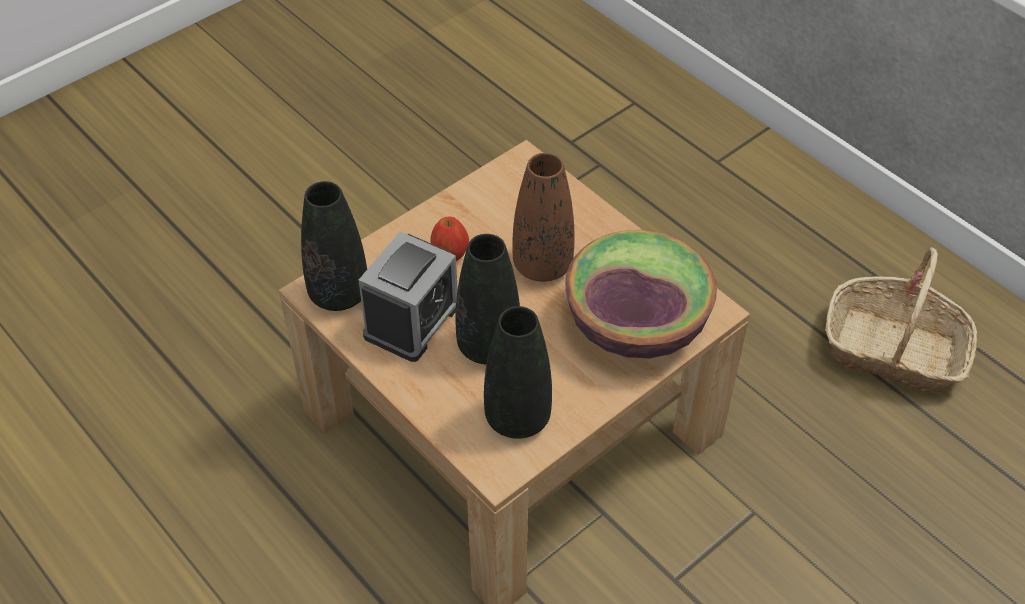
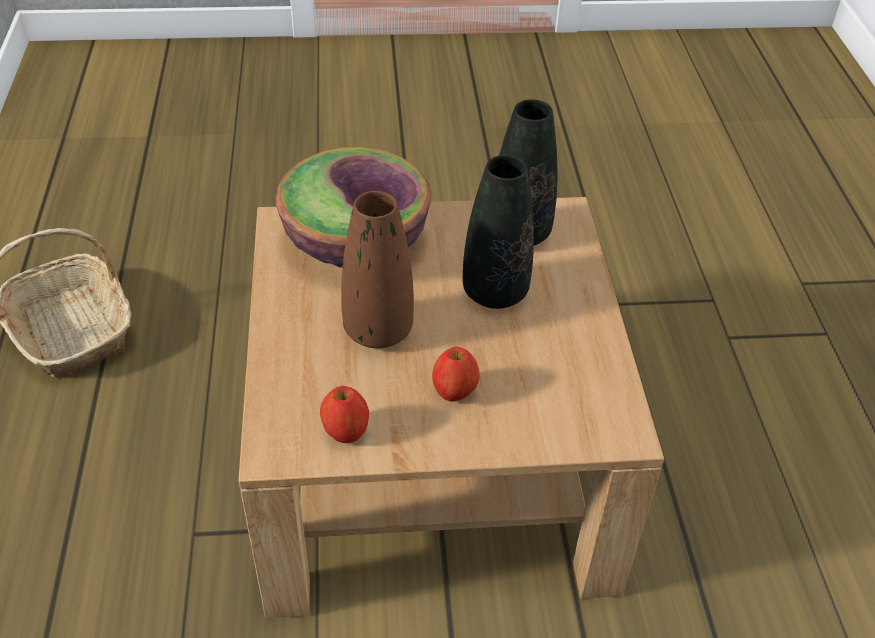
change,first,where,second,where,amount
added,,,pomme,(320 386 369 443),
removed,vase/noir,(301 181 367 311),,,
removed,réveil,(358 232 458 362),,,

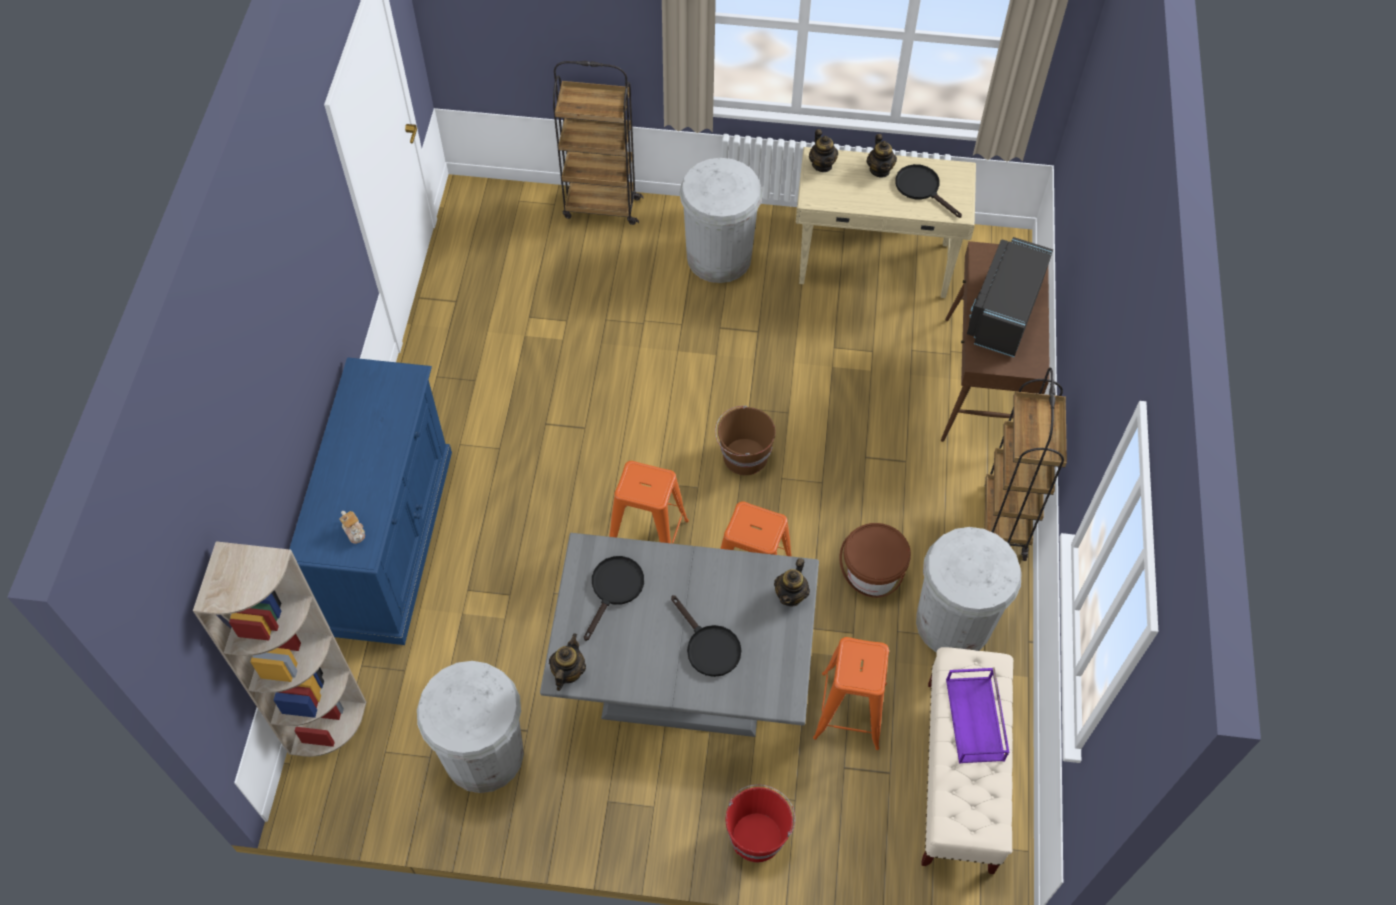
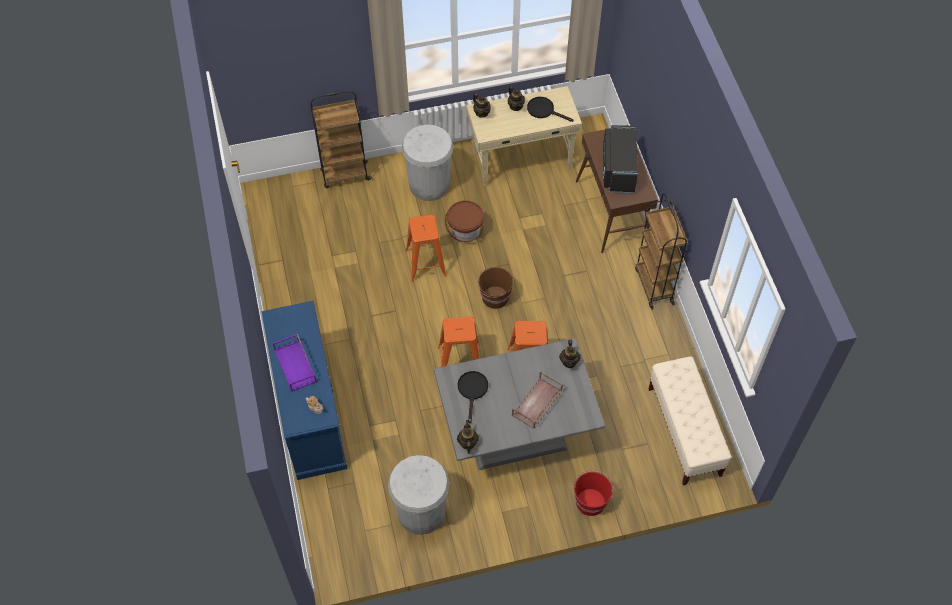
change,first,where,second,where,amount
moved,plateau/violet,(946 667 1010 764),,(273 334 317 392),
moved,tabouret/orange,(813 637 889 750),,(405 215 447 282),
moved,seau/marron,(839 523 911 598),,(445 200 484 243),
replaced,poêle/noir,(671 595 741 677),plateau/marron,(512 371 563 429),
removed,bibliothèque/beige,(193 541 366 757),,,
removed,poubelle/blanc,(916 527 1022 652),,,

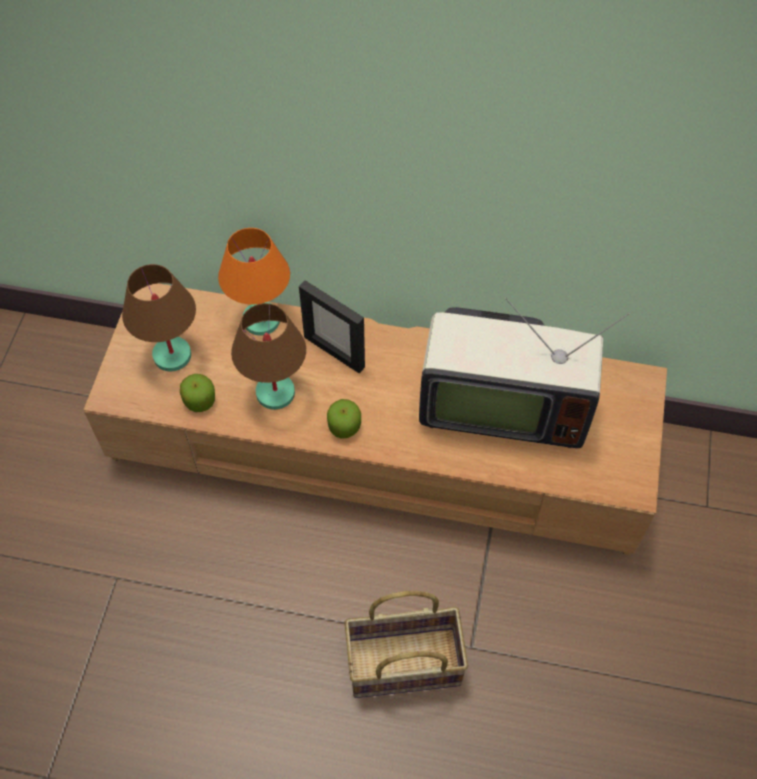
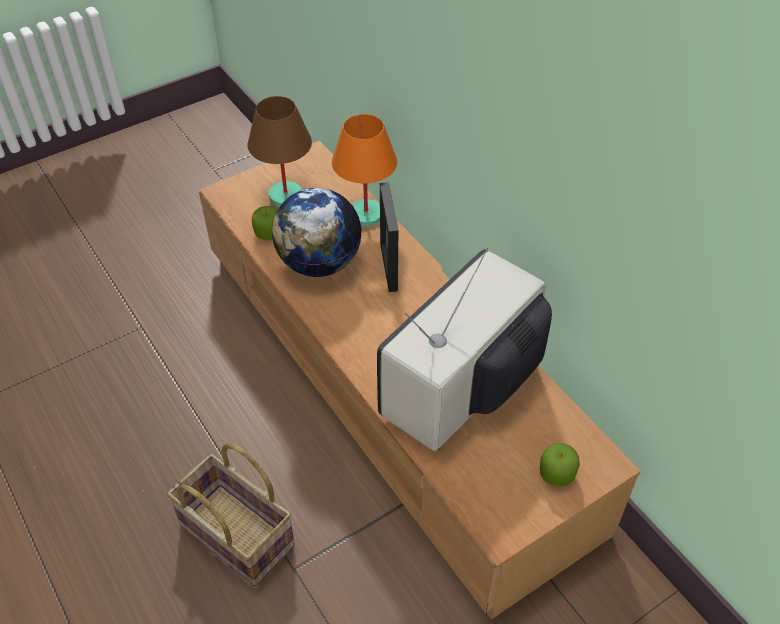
change,first,where,second,where,amount
replaced,lampe de table/marron,(231 303 306 410),globe,(272 188 362 277),
turned,téléviseur,(419 298 630 448),,(377 248 552 451),75 degrees clockwise
moved,pomme,(327 399 361 439),,(540 443 580 486),

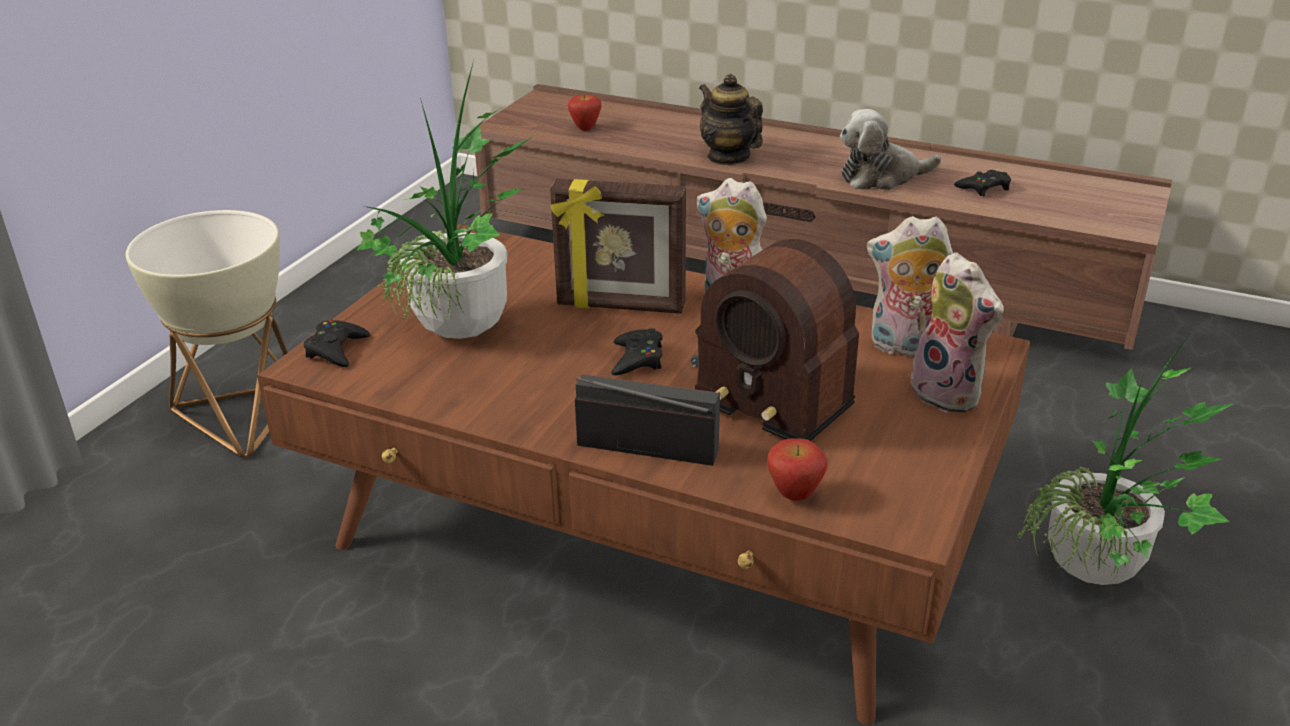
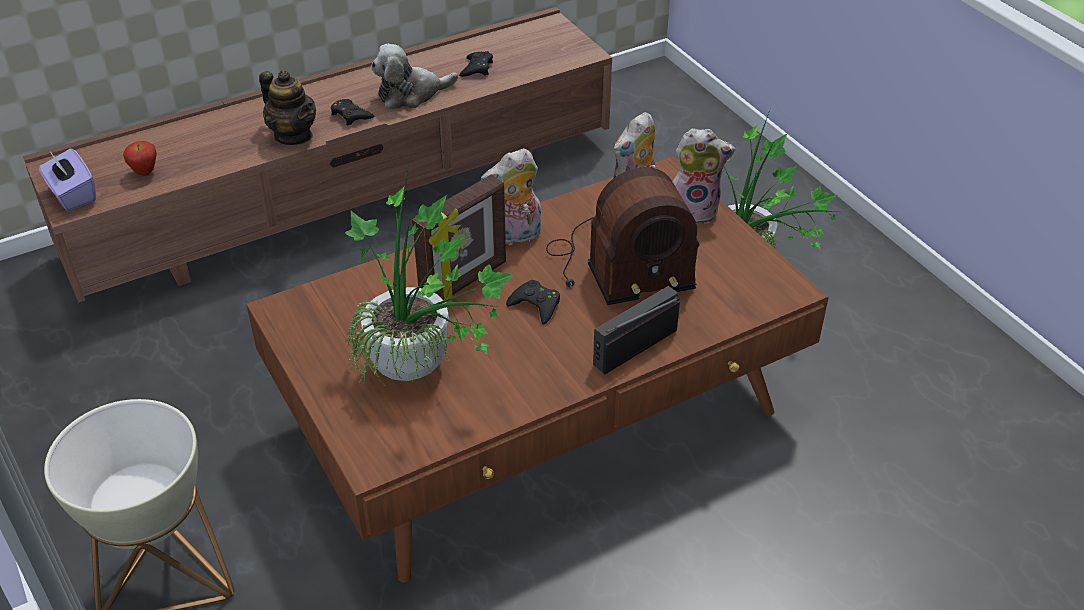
change,first,where,second,where,amount
added,,,boîte à mouchoirs/violet,(39 148 96 211),
turned,théière,(699 73 763 165),,(259 70 316 145),135 degrees counterclockwise
moved,manette/noir,(304 320 370 367),,(331 99 374 125),
turned,peluche,(840 109 941 190),,(371 44 459 109),45 degrees clockwise
removed,pomme,(767 438 827 501),,,

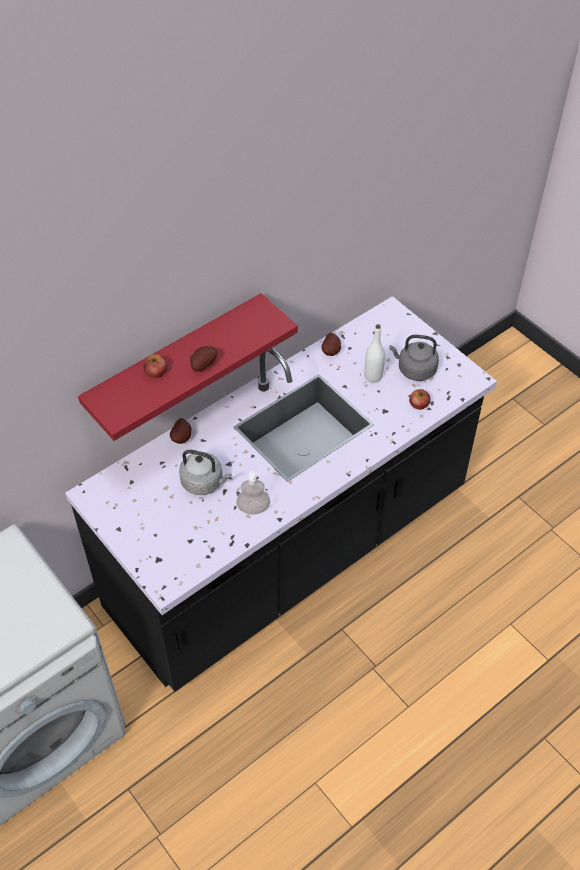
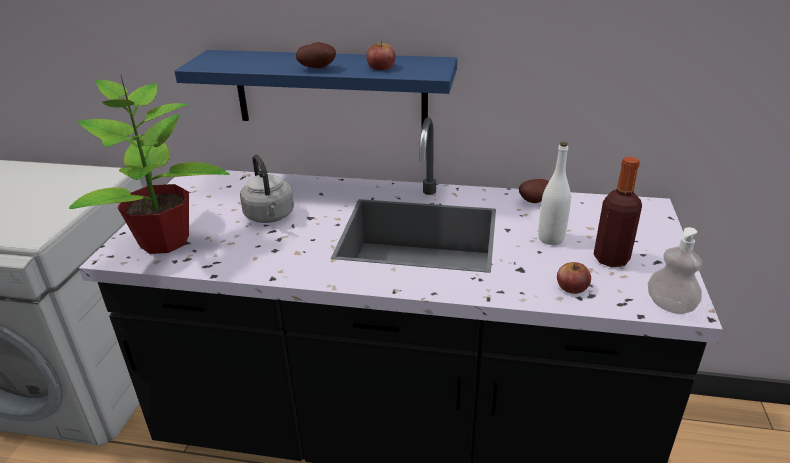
change,first,where,second,where,amount
added,,,plante en pot,(69 76 230 254),
recoloured,étagère/rouge,(78 293 298 441),étagère/bleu,(174 50 457 129),
moved,pomme,(143 354 167 378),,(366 40 395 70),
replaced,bouilloire/gris,(390 335 439 381),bouteille,(594 157 642 267),
moved,distributeur de savon,(236 471 270 515),,(648 227 702 314),
removed,pomme de terre,(170 418 191 444),,,

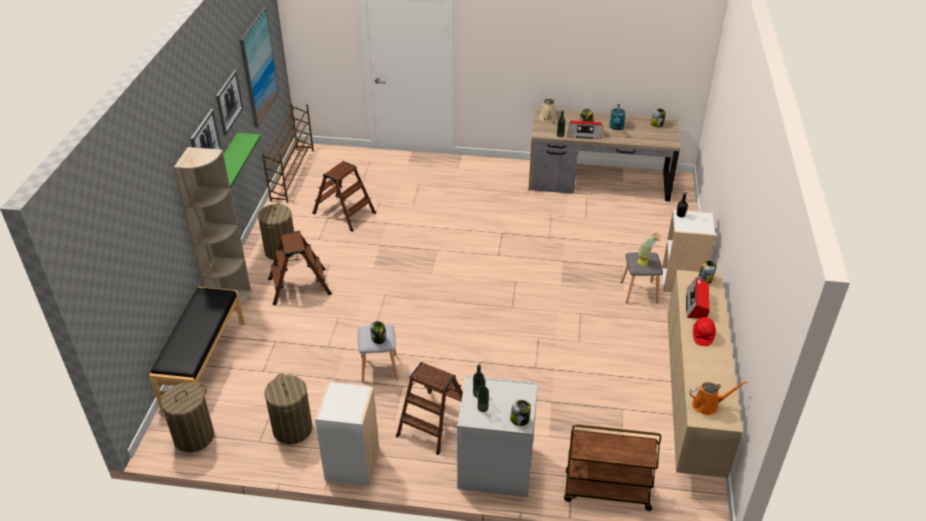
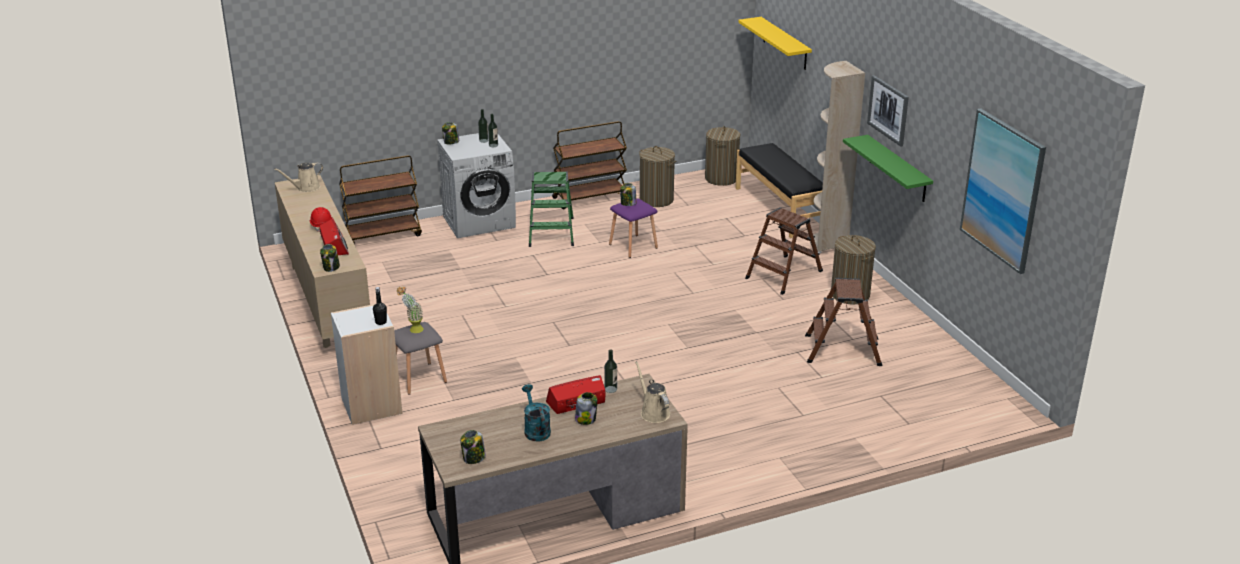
change,first,where,second,where,amount
recoloured,arrosoir/orange,(689 381 748 415),arrosoir/beige,(274 162 323 192),
recoloured,escabeau/marron,(396 362 463 455),escabeau/vert,(529 171 574 247),
replaced,bibliothèque,(315 382 379 486),chariot/marron,(552 121 627 209),
recoloured,tabouret/gris,(358 324 398 382),tabouret/violet,(609 198 658 258),
added,,,étagère/jaune,(738 17 812 70),
removed,tableau,(216 70 244 136),,,
removed,étagère à chaussures/marron,(262 103 314 203),,,

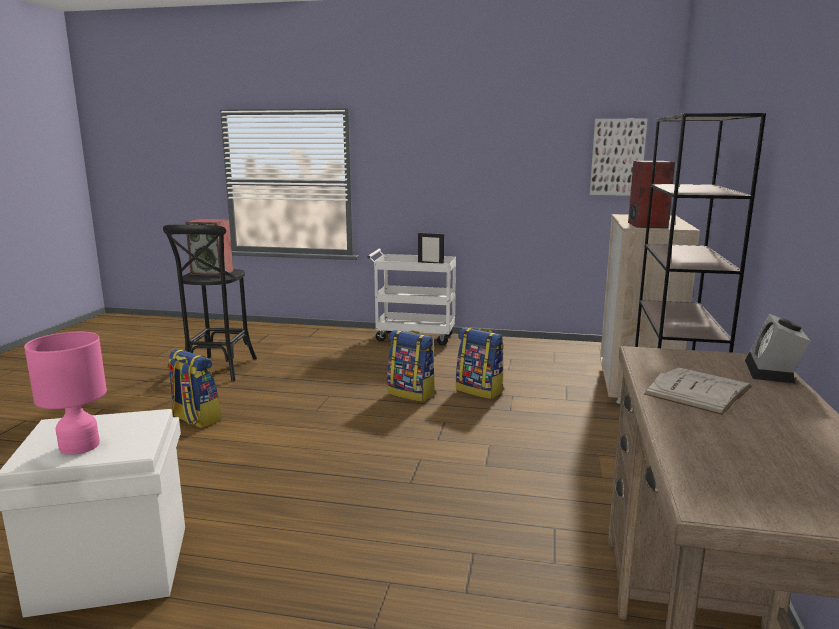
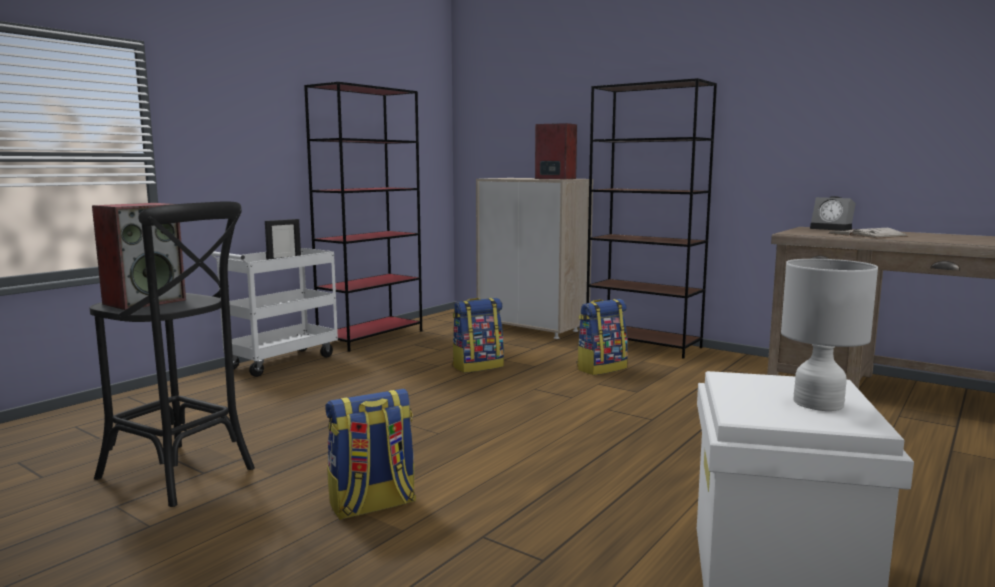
change,first,where,second,where,amount
added,,,bibliothèque/rouge,(304 82 422 352),
moved,sac à dos,(387 330 435 402),,(577 299 628 375),
recoloured,lampe de table/rose,(24 332 107 455),lampe de table/gris,(781 259 878 411),
removed,tableau,(590 119 647 196),,,

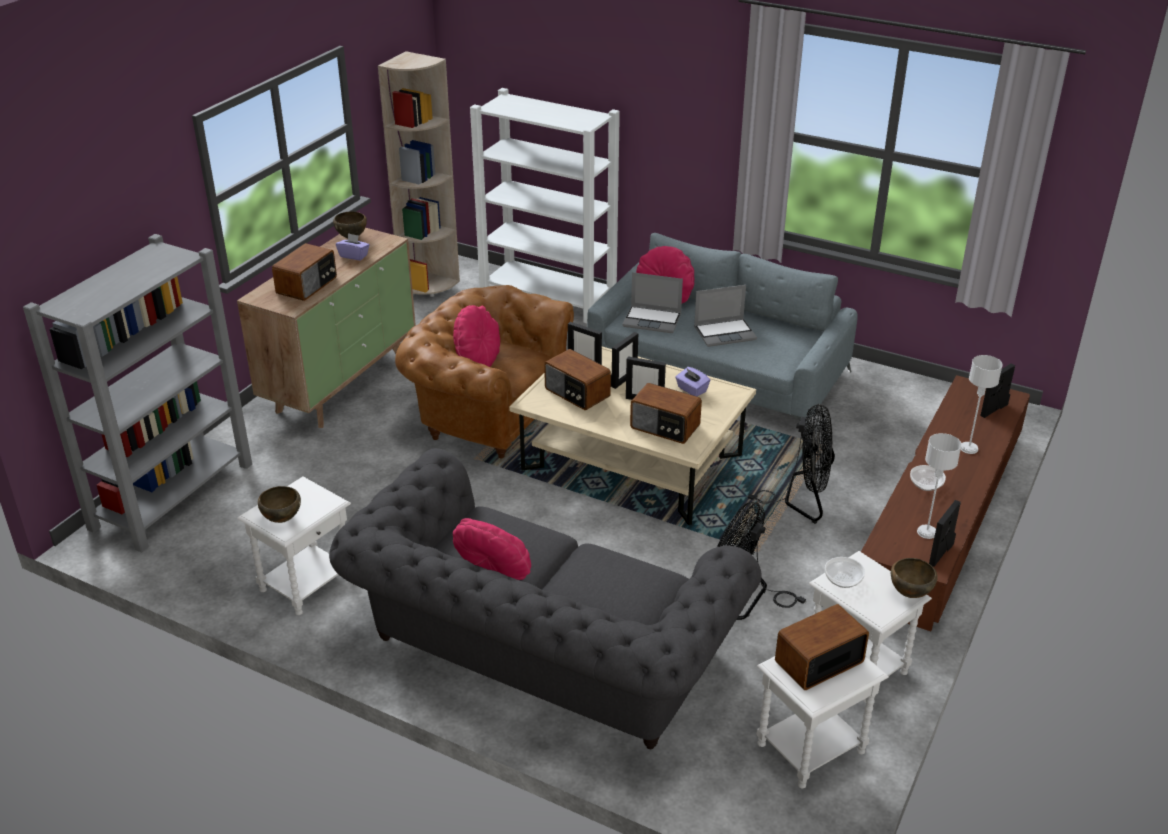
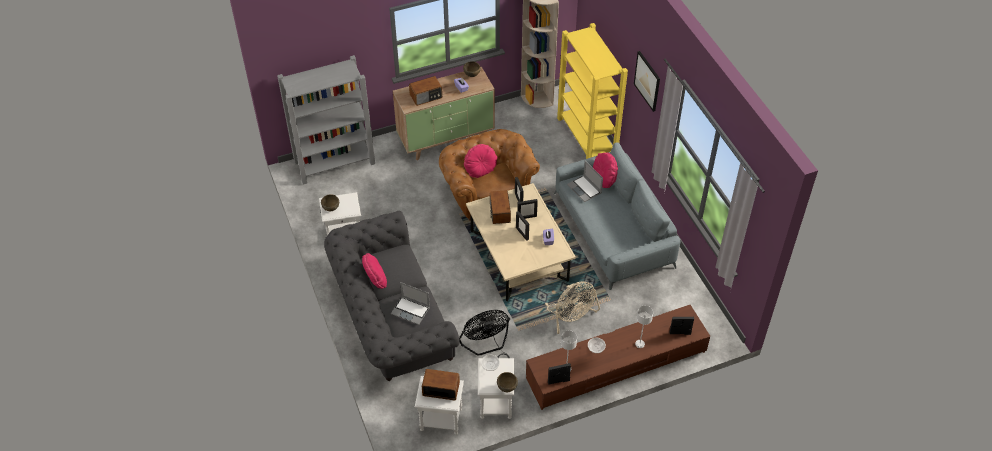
change,first,where,second,where,amount
moved,ordinateur portable,(694 285 757 347),,(391 282 430 325),
recoloured,ventilateur/noir,(747 404 835 524),ventilateur/beige,(545 282 600 334),
recoloured,bibliothèque/blanc,(470 88 620 323),bibliothèque/jaune,(557 23 628 159),
added,,,tableau,(634 51 660 112),
removed,radio,(630 383 702 444),,,

